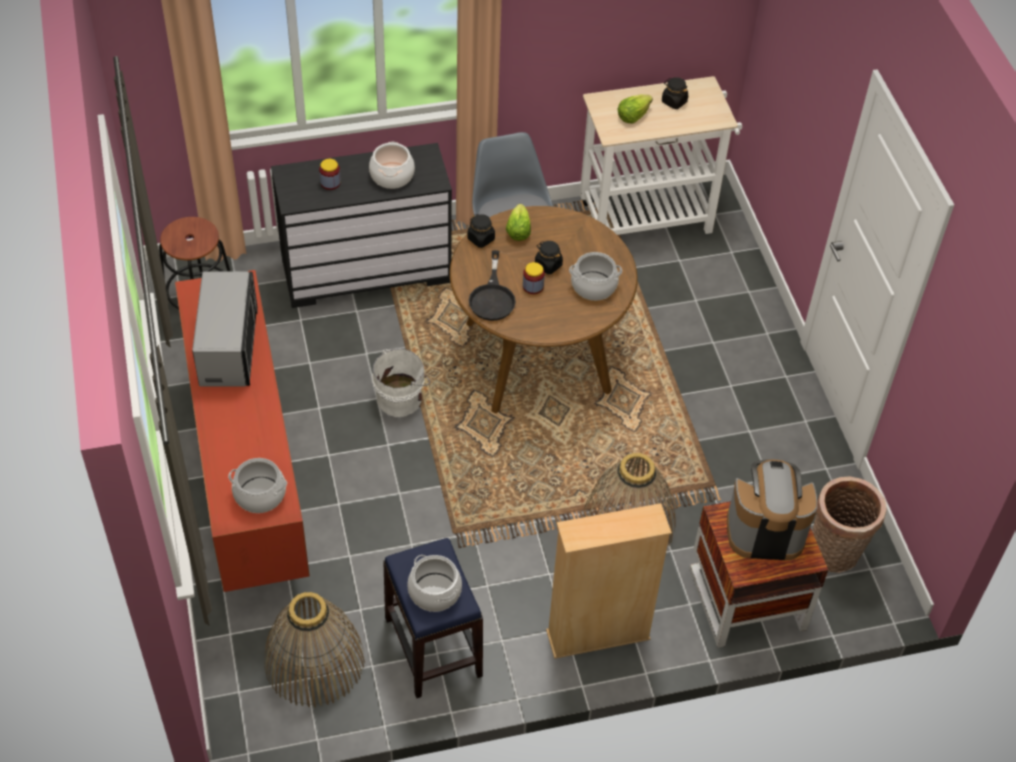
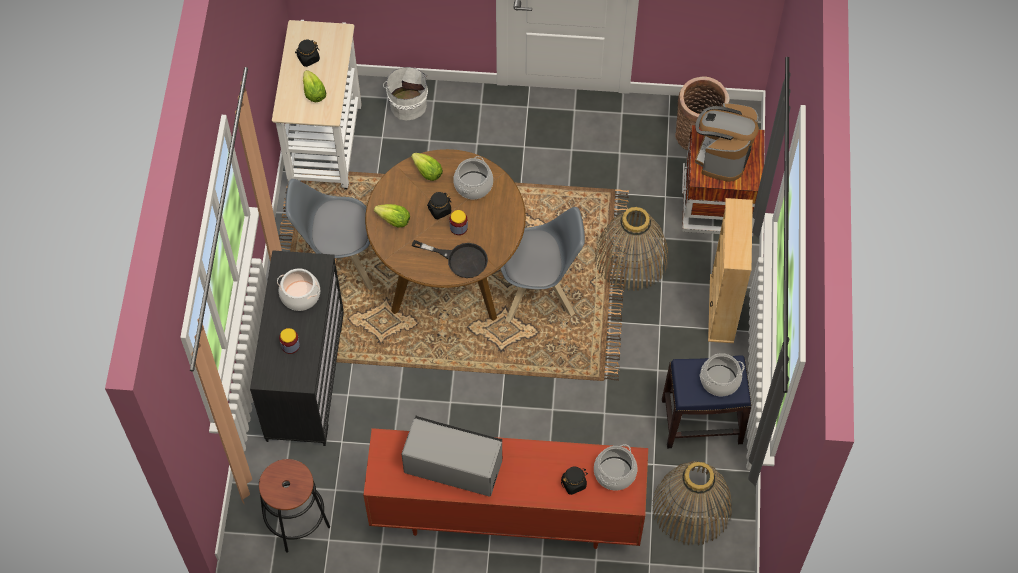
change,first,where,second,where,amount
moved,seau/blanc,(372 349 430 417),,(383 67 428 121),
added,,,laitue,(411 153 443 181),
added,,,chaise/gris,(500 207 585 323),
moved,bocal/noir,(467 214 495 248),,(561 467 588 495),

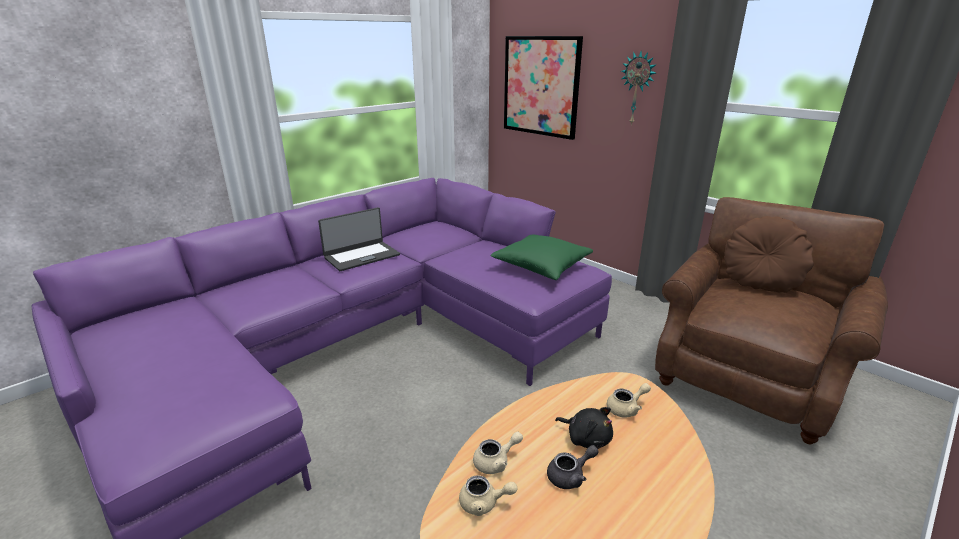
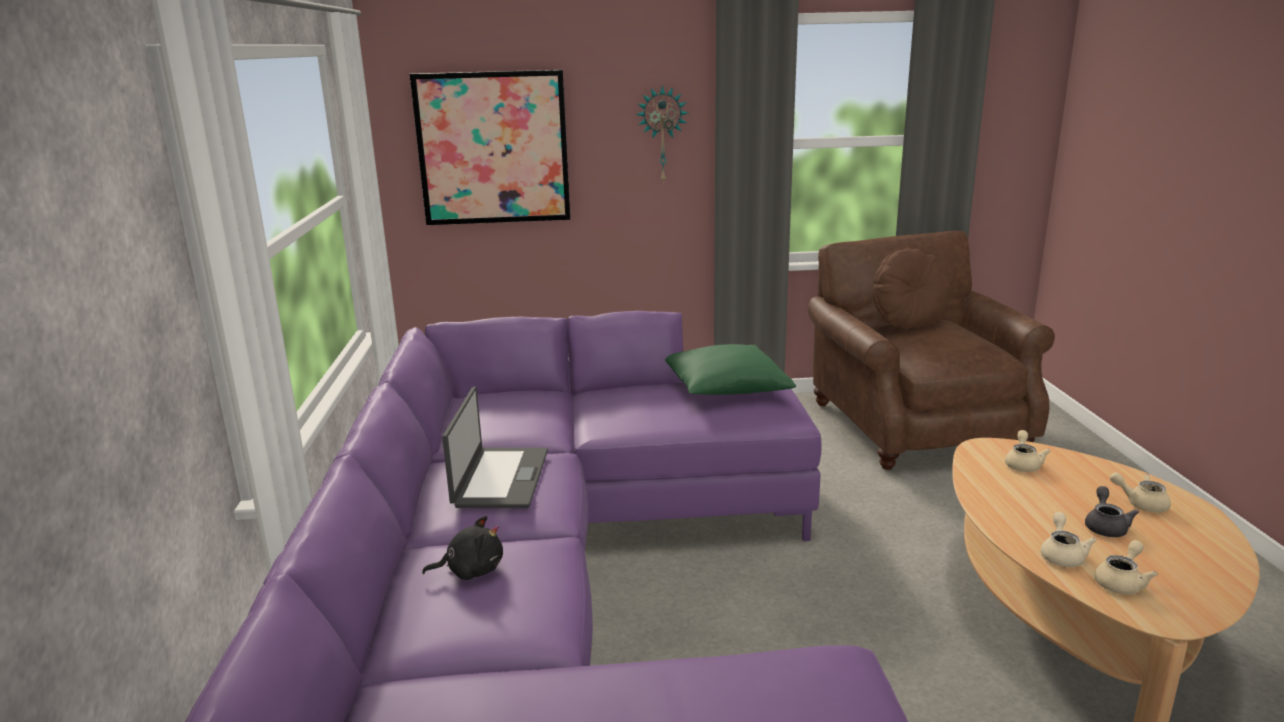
change,first,where,second,where,amount
moved,peluche/noir,(555 407 613 449),,(422 516 503 580),
added,,,théière/beige,(1109 472 1171 512),

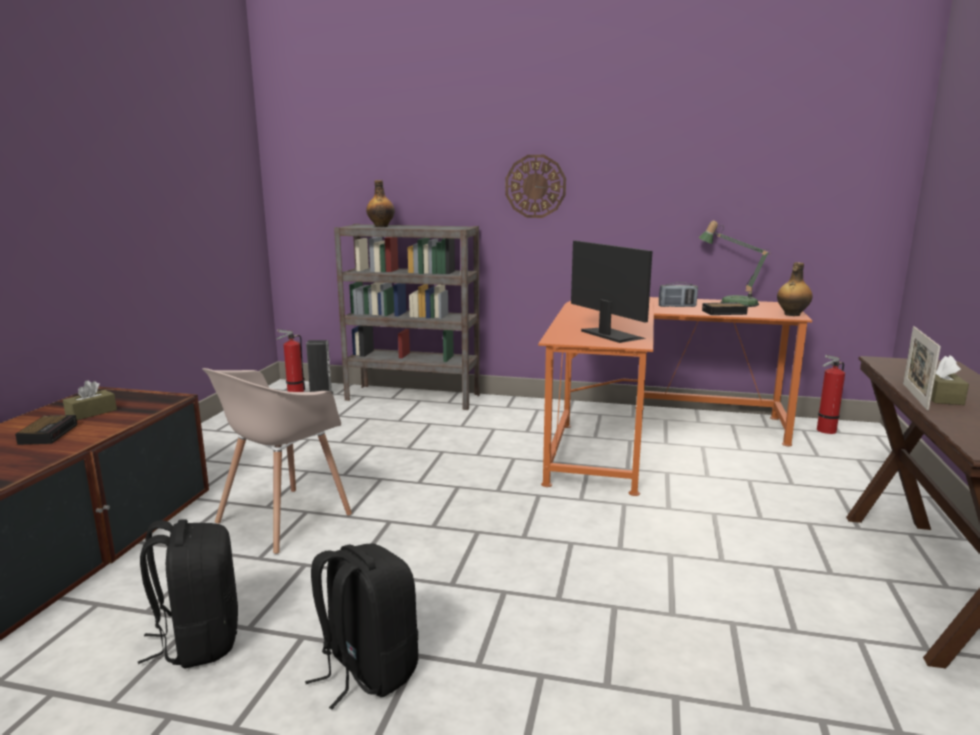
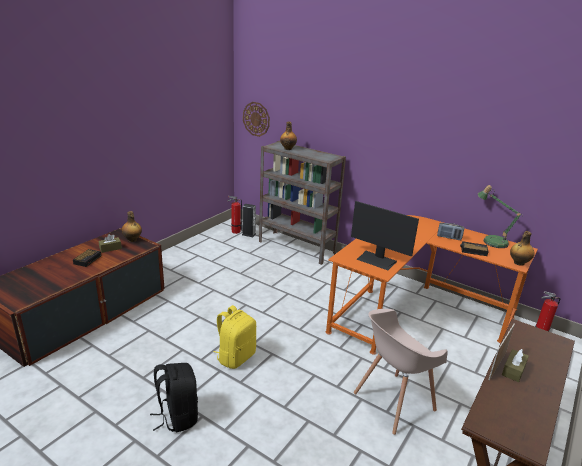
change,first,where,second,where,amount
added,,,bouteille,(122 211 142 242),
added,,,sac à dos/jaune,(214 305 256 369),
moved,horloge murale,(505 155 566 218),,(243 102 270 137),
turned,écran d'ordinateur,(571 241 653 343),,(351 201 419 270),135 degrees clockwise
moved,chaise/beige,(202 368 352 554),,(354 309 448 435),
removed,sac à dos/noir,(138 520 238 668),,,

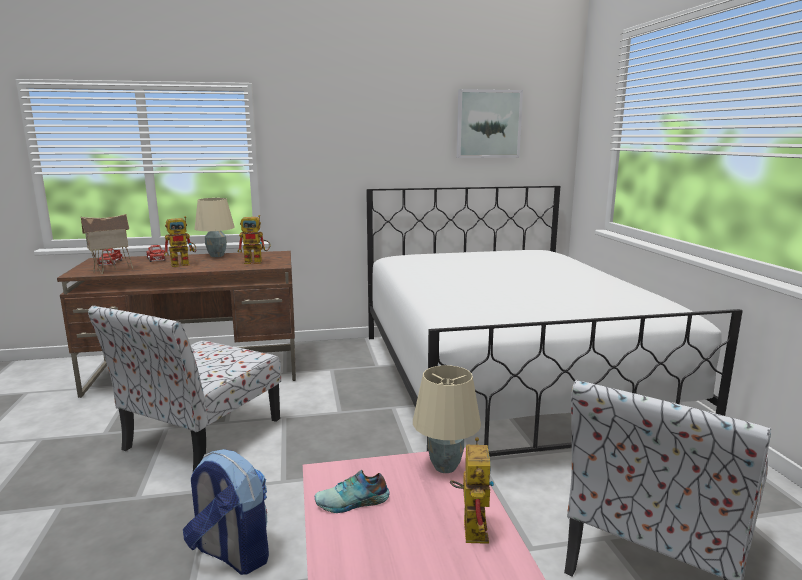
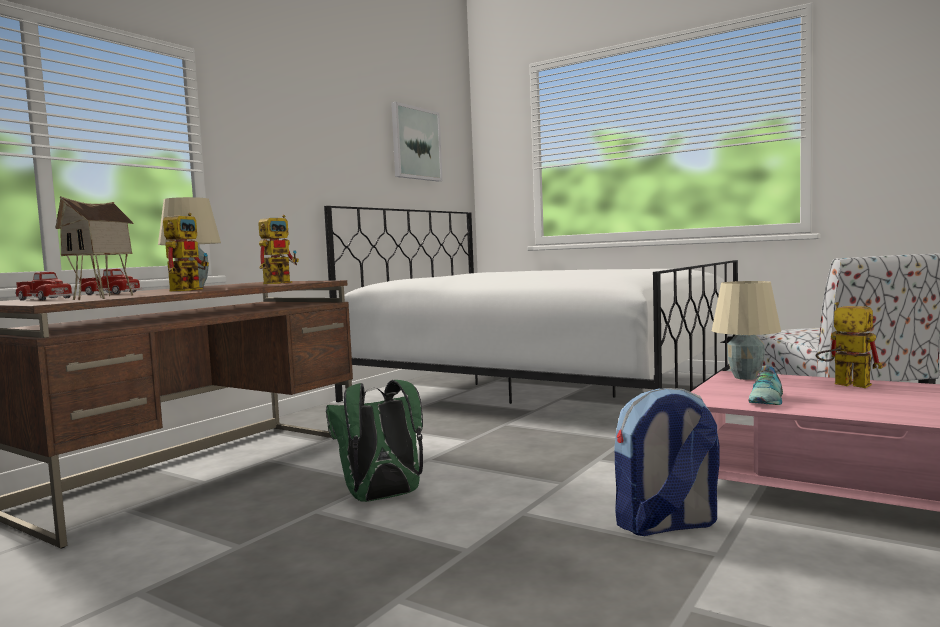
change,first,where,second,where,amount
replaced,chaise,(88 306 281 471),sac à dos/vert,(326 380 423 502),

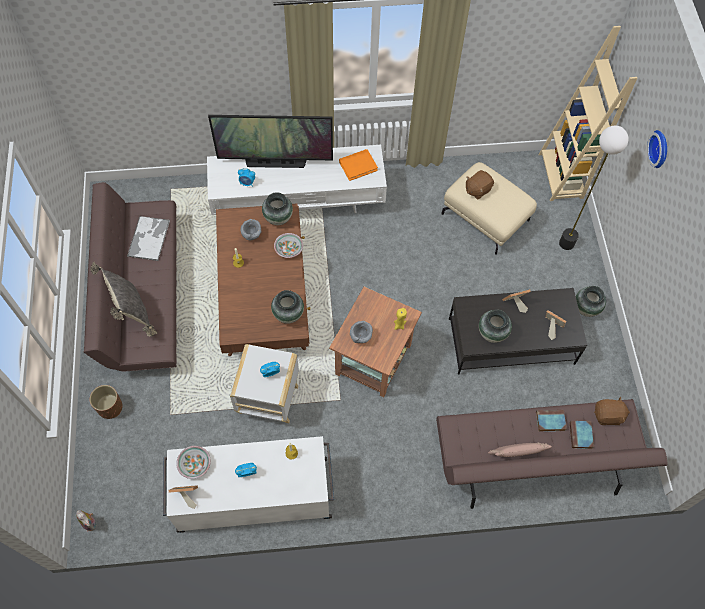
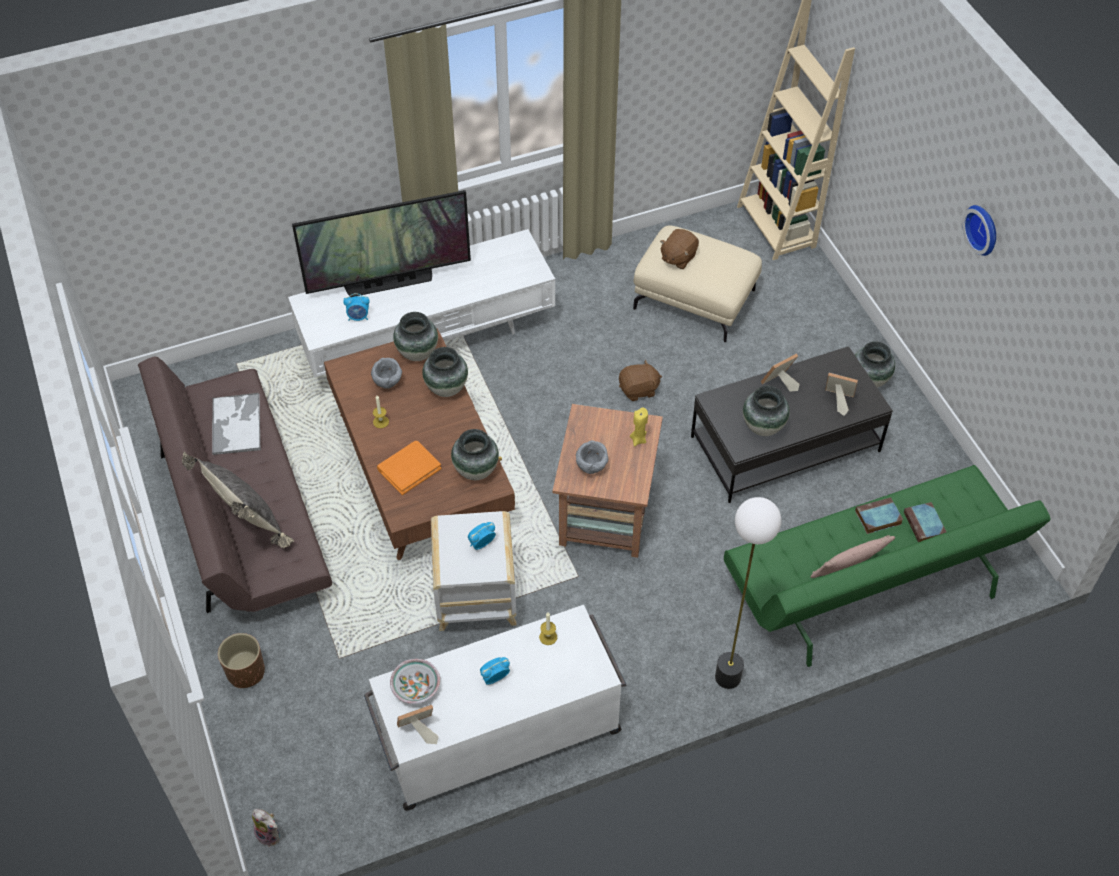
change,first,where,second,where,amount
moved,livre/orange,(339 149 378 181),,(377 441 441 495),
replaced,bol,(274 233 303 258),vase,(422 347 468 397),
moved,peluche/marron,(594 397 630 425),,(619 360 662 401),
moved,lampadaire,(559 126 628 250),,(715 497 781 689),
recoloured,canapé/marron,(436 399 668 509),canapé/vert,(724 465 1050 667),
moved,horloge murale,(647 130 667 168),,(962 205 996 256),

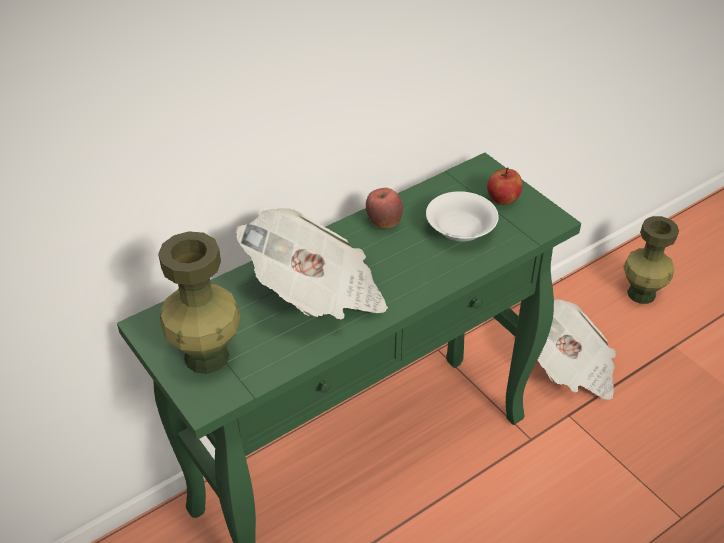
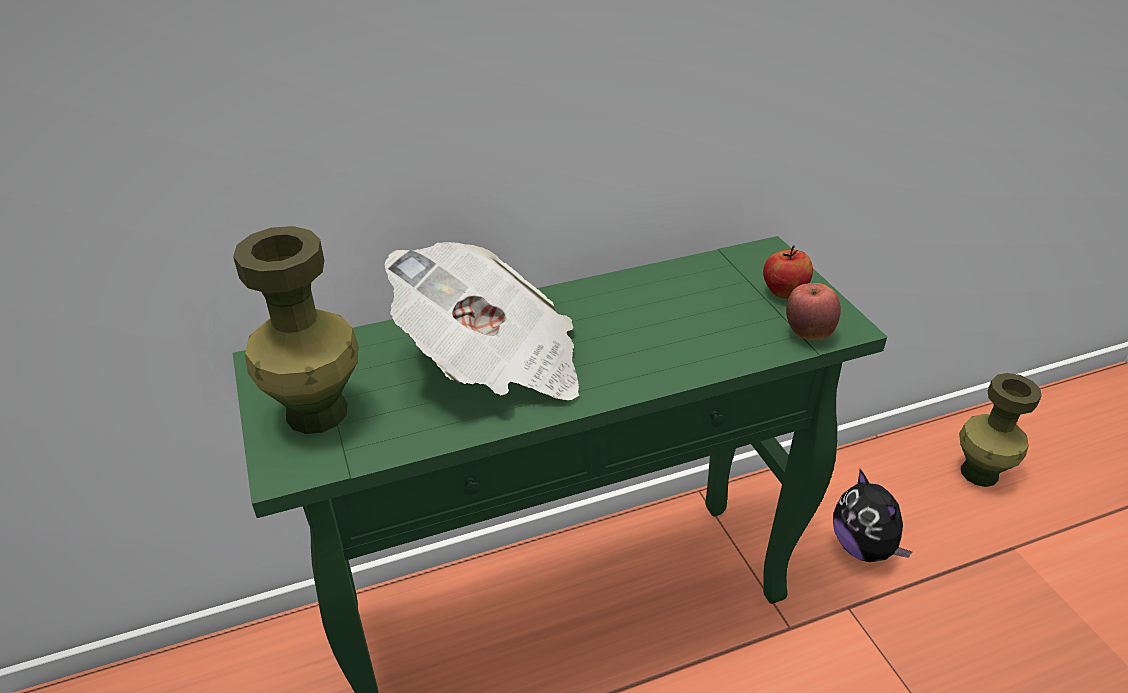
change,first,where,second,where,amount
moved,pomme,(366 188 403 228),,(786 283 841 340),
replaced,journal,(538 299 616 400),peluche,(833 469 912 562),
removed,bol/blanc,(426 191 499 242),,,

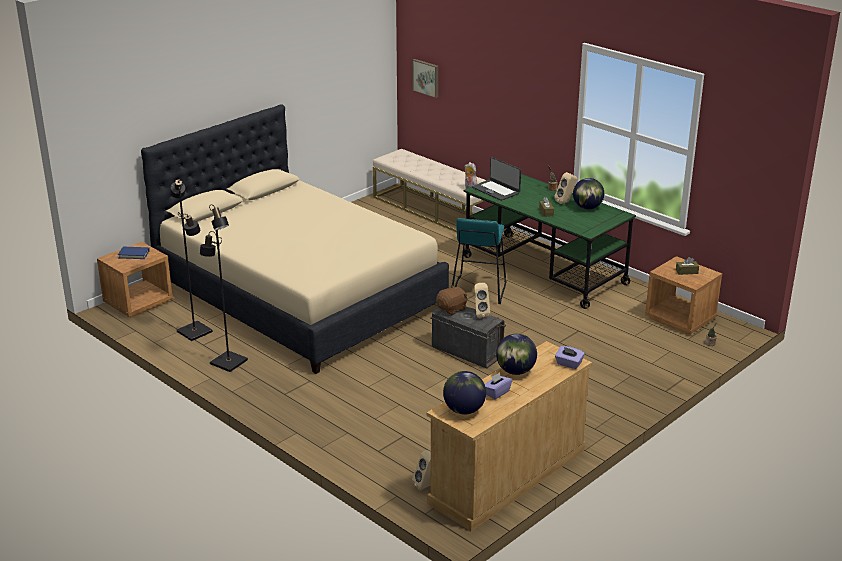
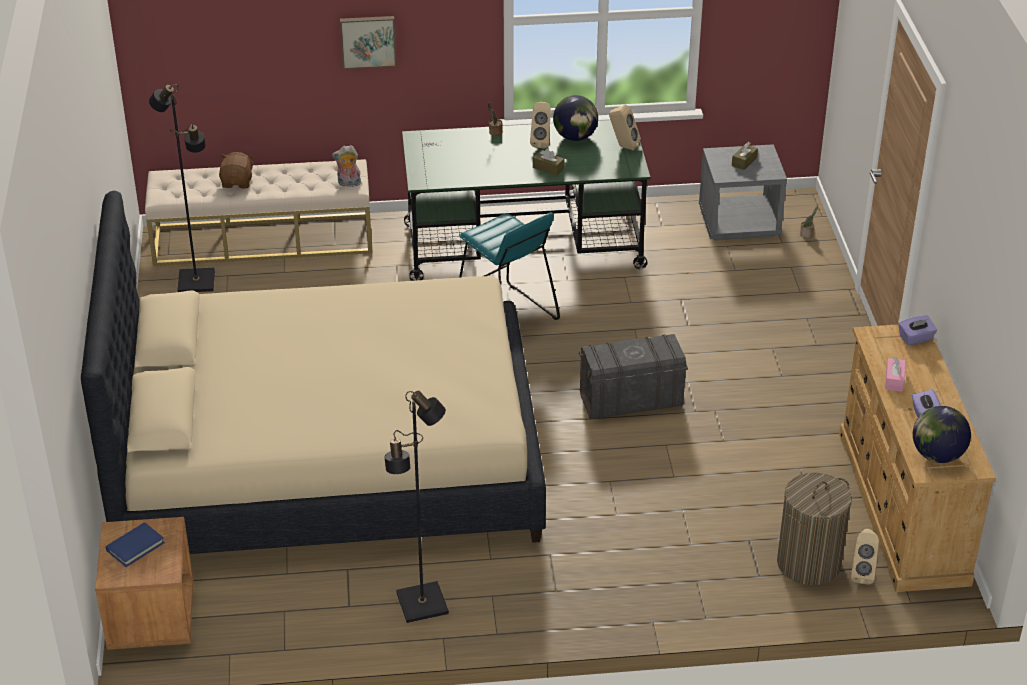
change,first,where,second,where,amount
moved,lampadaire/noir,(170 179 213 341),,(149 84 215 292),
moved,peluche/marron,(436 285 467 315),,(219 152 254 189),
moved,tableau,(412 59 438 98),,(340 16 396 69),
moved,enceinte/beige,(474 283 490 318),,(609 104 641 151),
recoloured,table de chevet/marron,(645 256 722 335),table de chevet/gris,(699 144 787 240),
added,,,panier à linge,(777 472 852 585),
replaced,globe,(496 334 537 375),boîte à mouchoirs/rose,(885 357 906 392),
removed,ordinateur portable,(472 157 521 201),,,

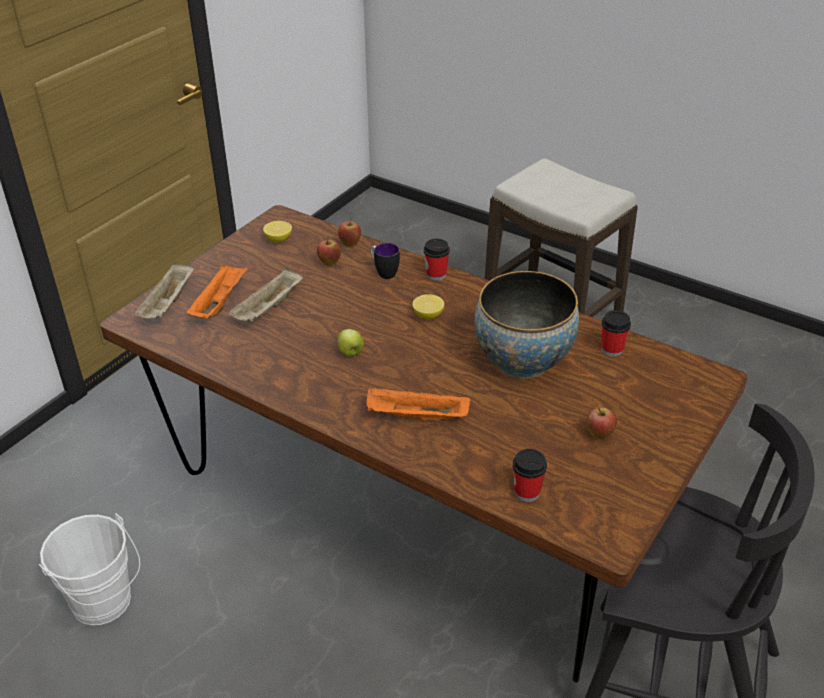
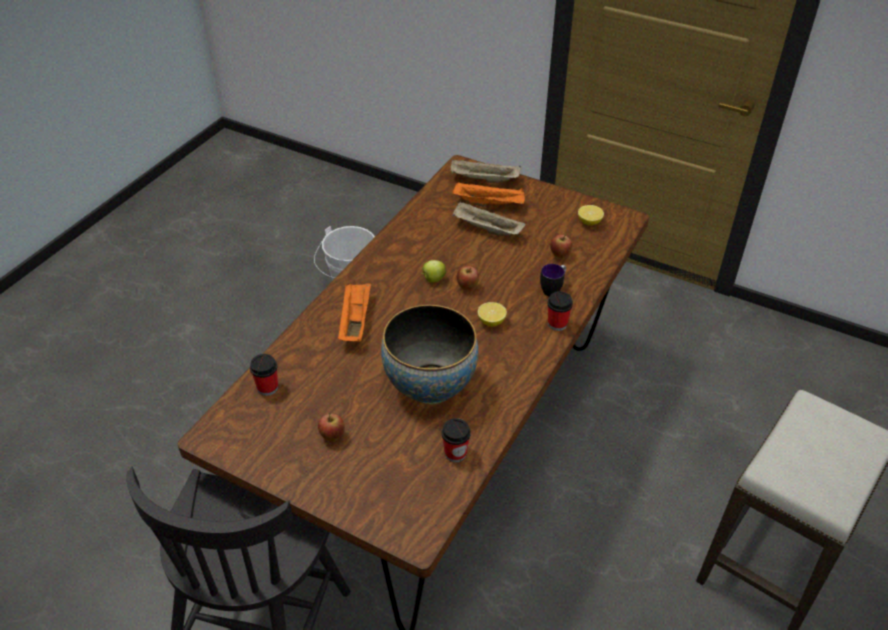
change,first,where,second,where,amount
moved,pomme,(338 219 361 247),,(457 266 479 290),

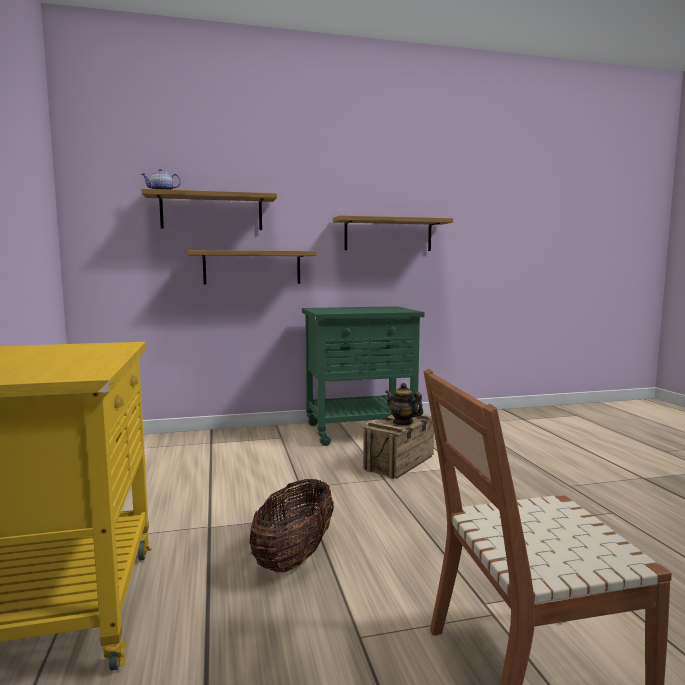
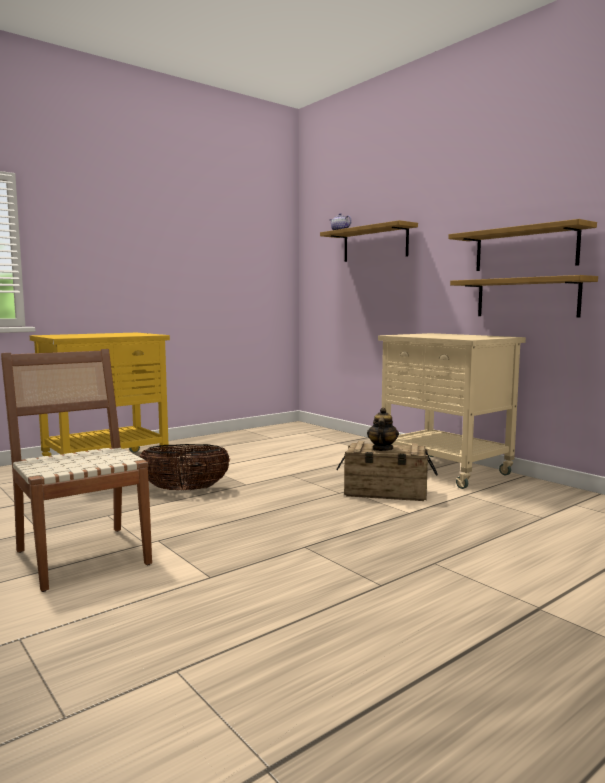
change,first,where,second,where,amount
recoloured,chariot/vert,(302 306 424 446),chariot/beige,(378 333 526 489),
moved,étagère,(188 250 317 284),,(450 275 598 318),

